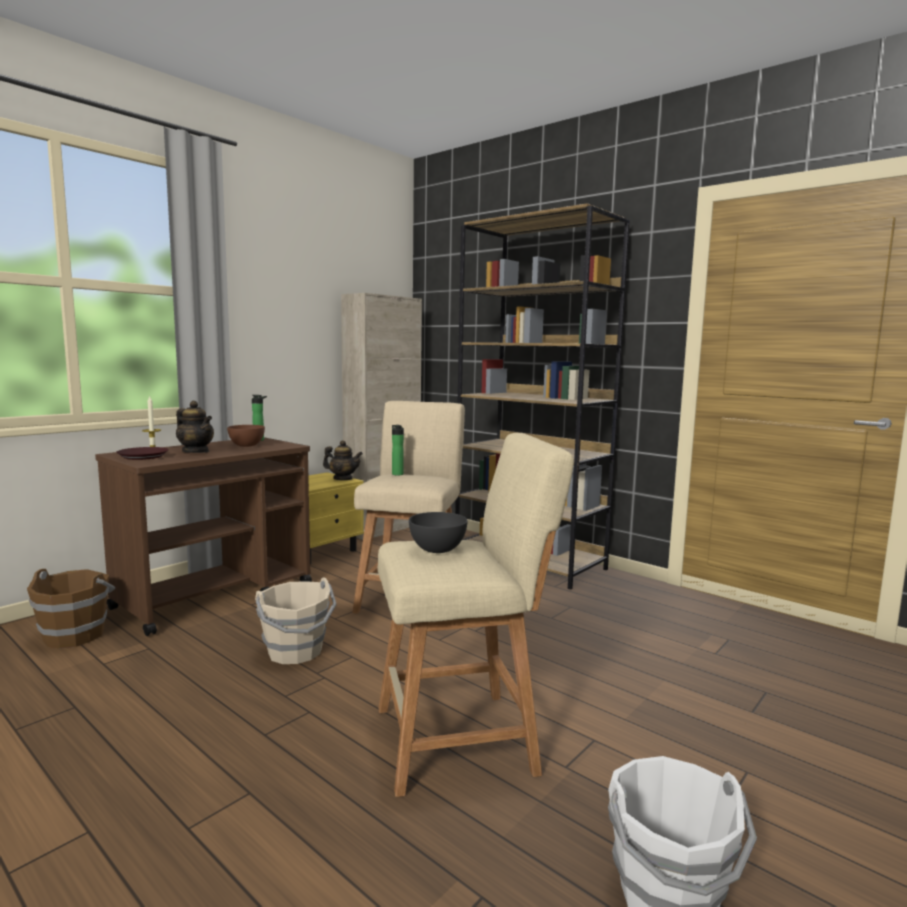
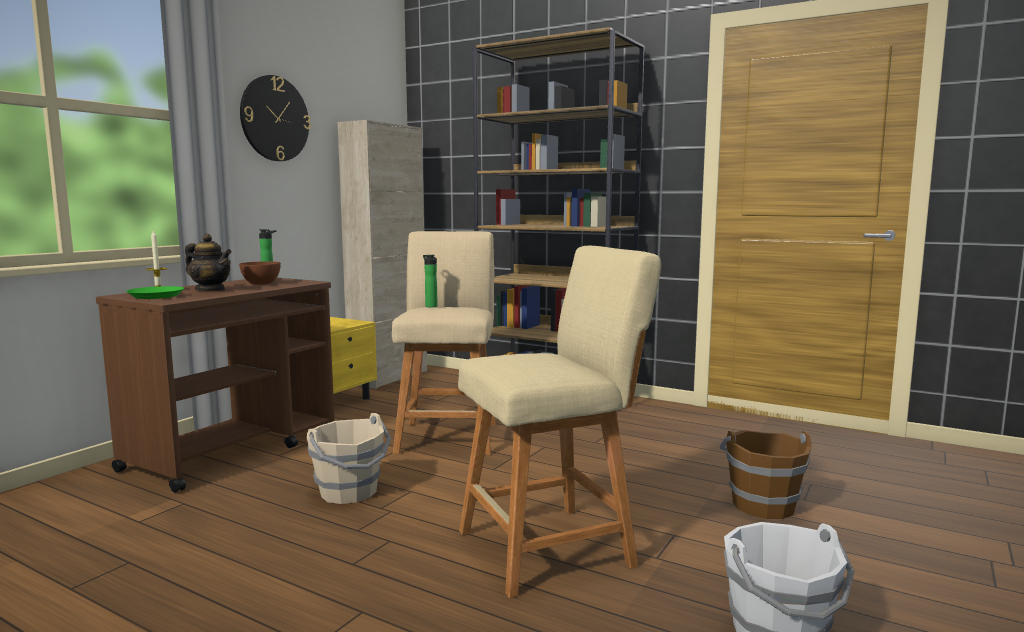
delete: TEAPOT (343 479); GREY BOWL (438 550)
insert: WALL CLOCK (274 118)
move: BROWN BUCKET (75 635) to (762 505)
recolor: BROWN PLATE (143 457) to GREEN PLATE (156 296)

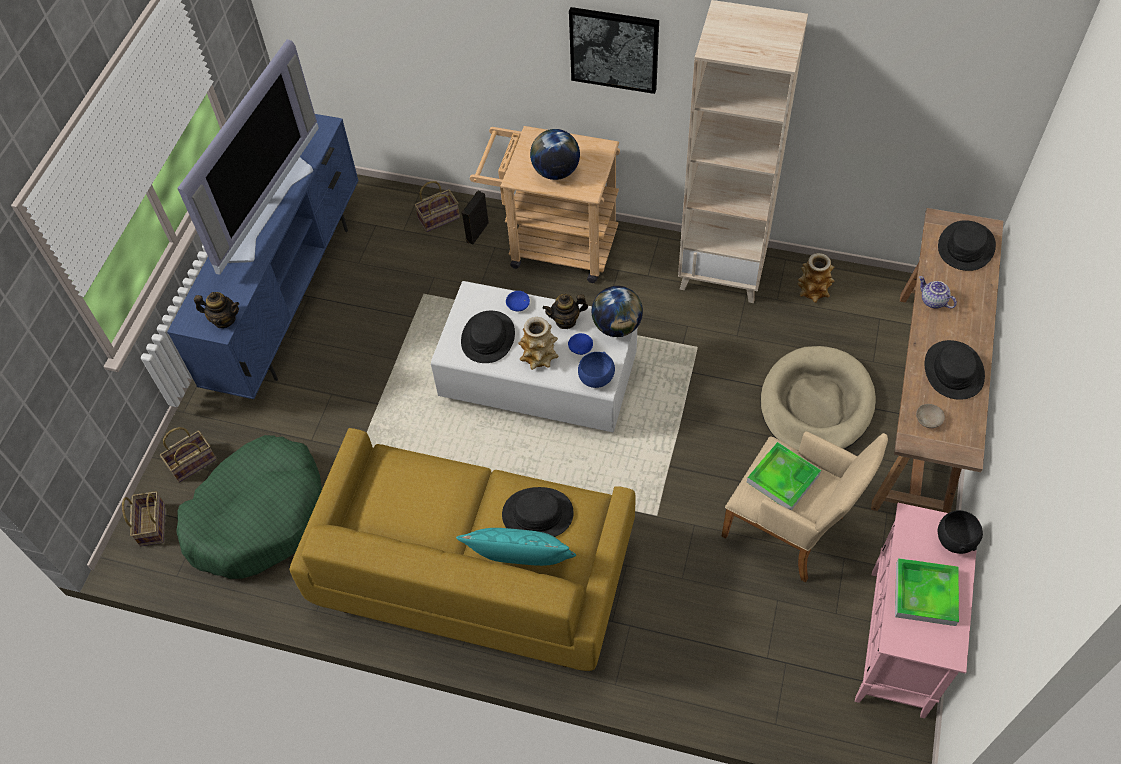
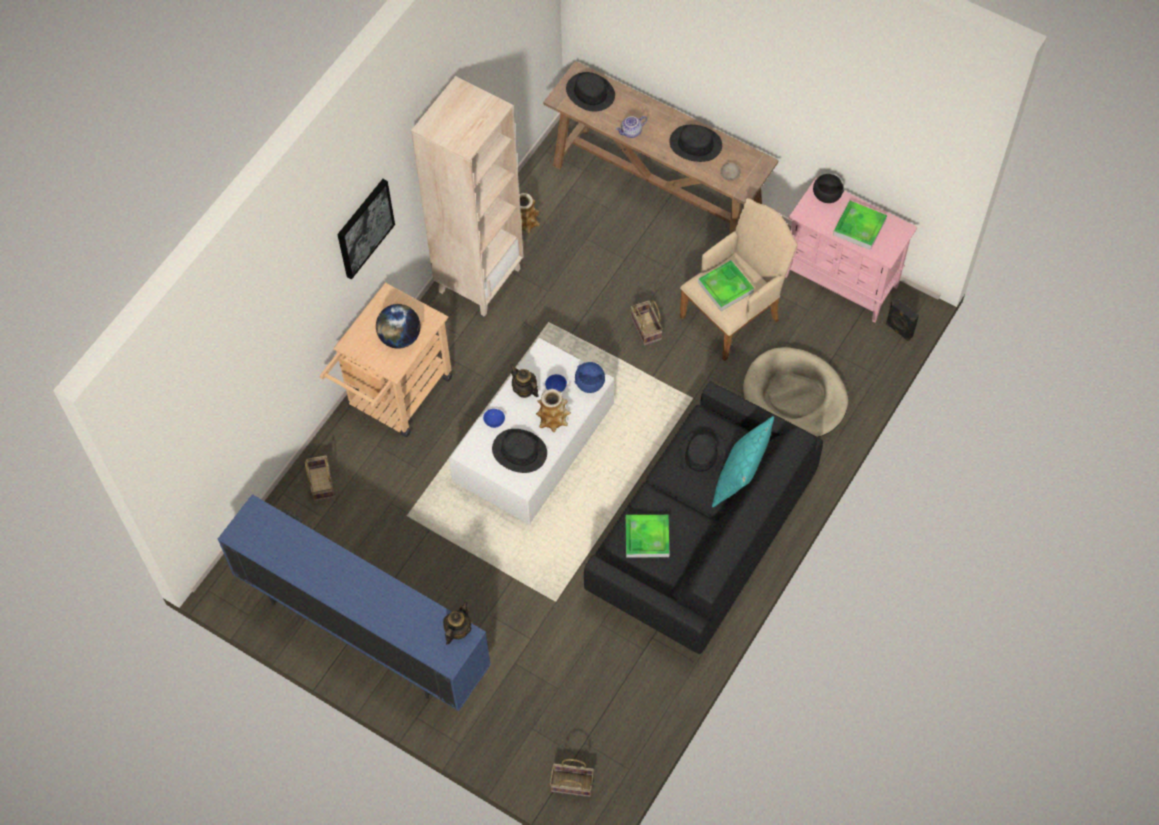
delete: GREEN DOG BED (258 516); TELEVISION (263 208); GLOBE (617 326)
insert: TRAY (647 537)
move: BASKET (193 462) to (645 328); BLACK SPEAKER (476 232) to (898 330); BEIGE DOG BED (816 404) to (794 396)
recolor: YELLOW SOFA (474 573) to BLACK SOFA (700 539)
rotate: TEAPOT (566 320) = (524 390) 135 degrees clockwise

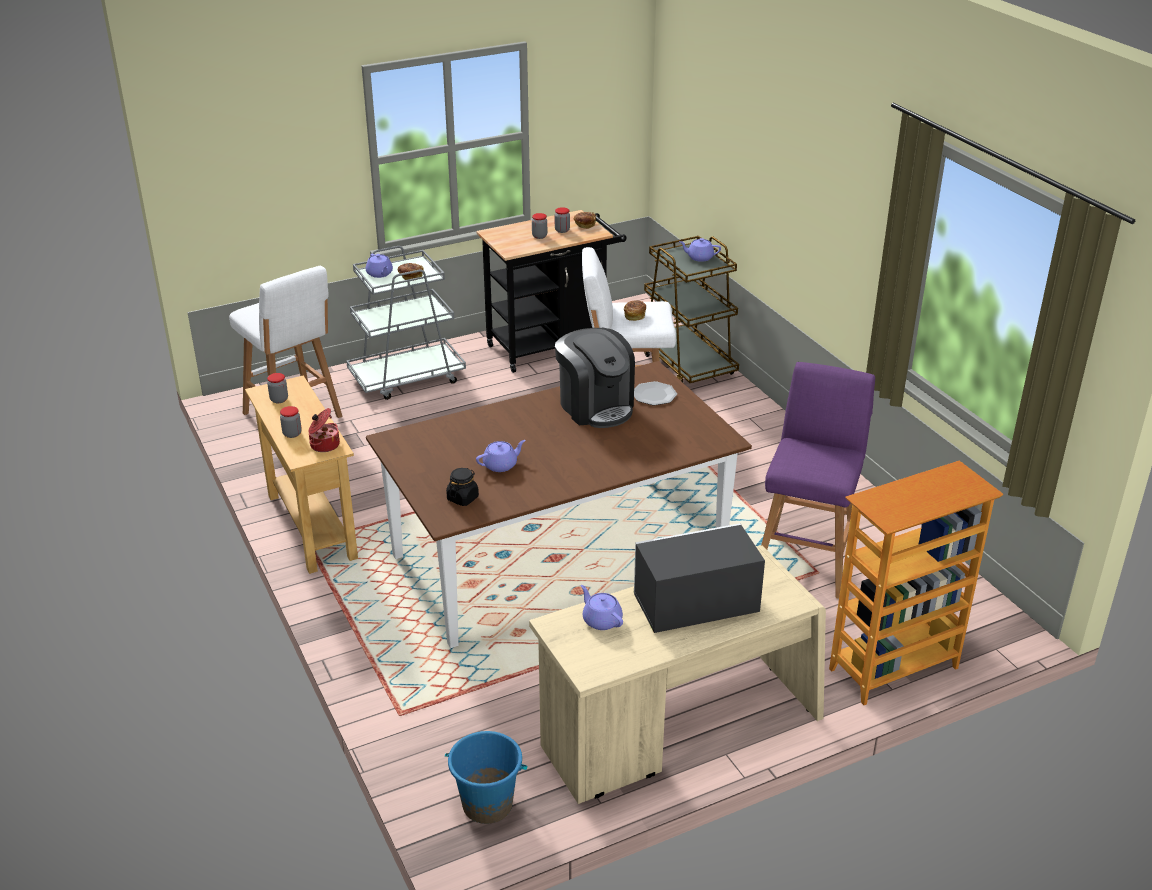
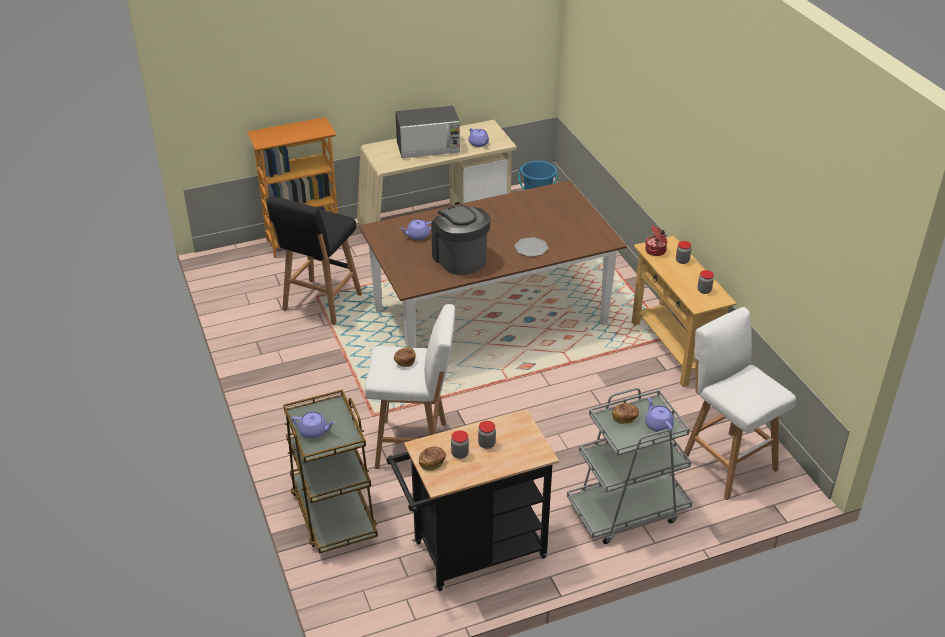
delete: BLACK JAR (463 498)
move: PURPLE TEAPOT (501 465) to (417 236); PLATE (654 395) to (531 248)
recolor: PURPLE STOOL (805 562) to BLACK STOOL (321 304)

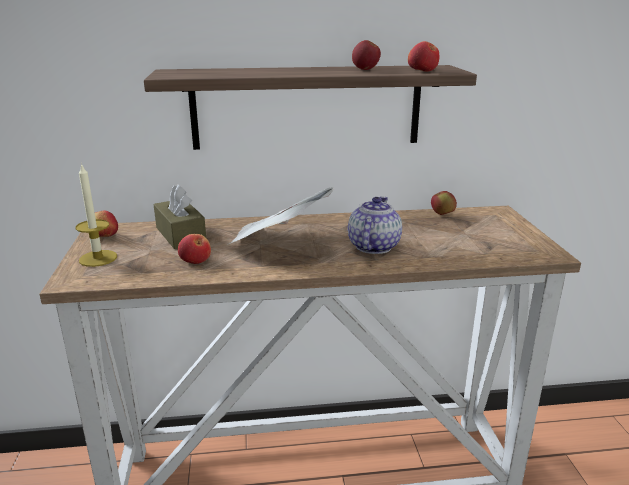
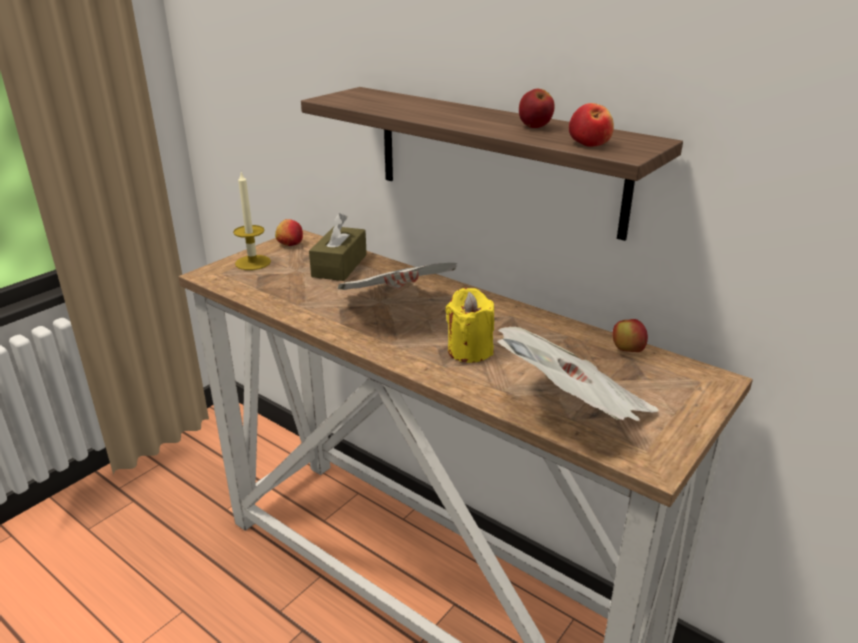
delete: APPLE (195 260)
insert: NEWSPAPER (574 410)
replace: TEAPOT (373 246) to YELLOW CANDLE (469 351)

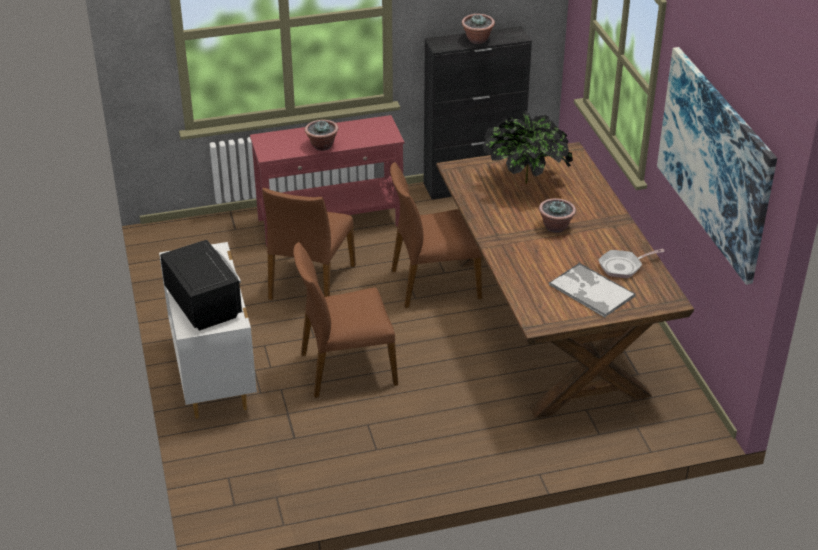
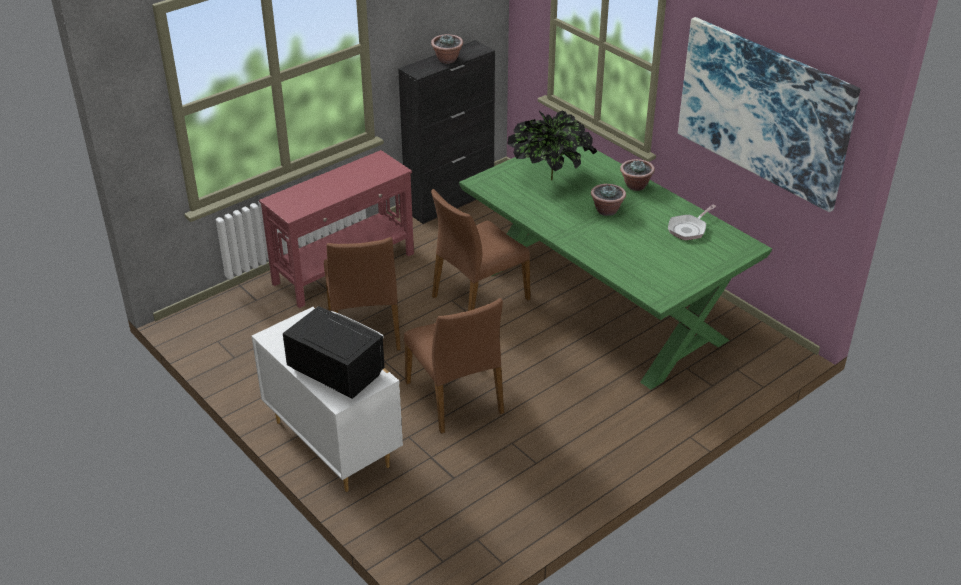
delete: TRAY (591 290)
move: POTTED PLANT (322 146) to (635 186)
recolor: BROWN DINING TABLE (549 324) to GREEN DINING TABLE (603 304)
rotate: BROWN CHAIR (347 368) = (456 397) 75 degrees counterclockwise

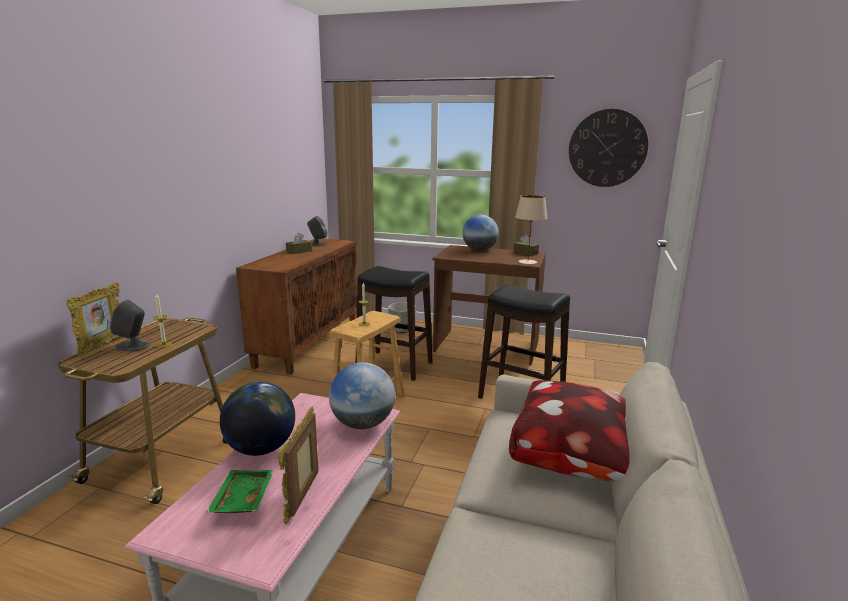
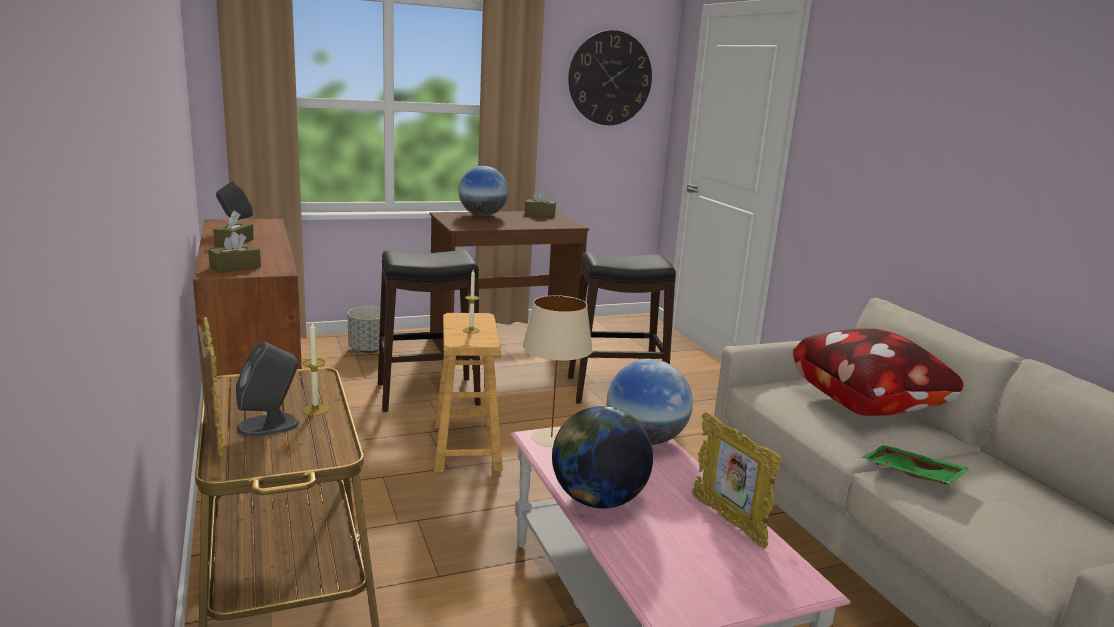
insert: BROWN TISSUE BOX (235 267)
move: GREEN TRAY (242 499) to (911 475); BEIGE TABLE LAMP (527 262) to (551 438)

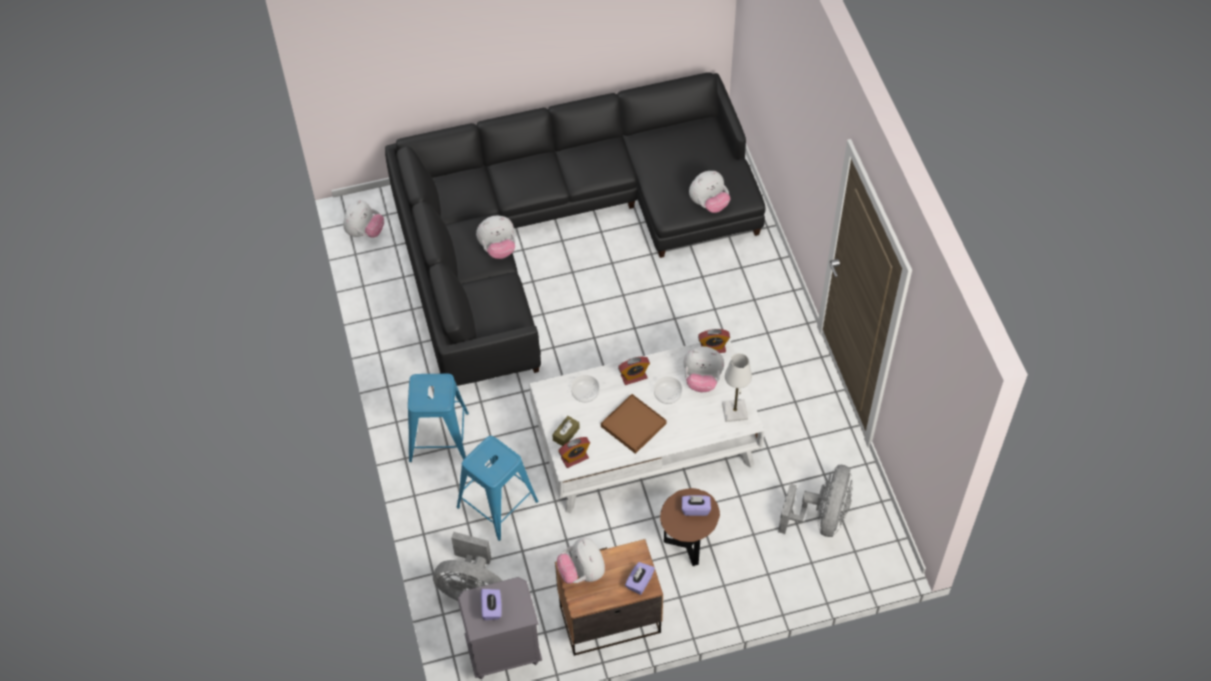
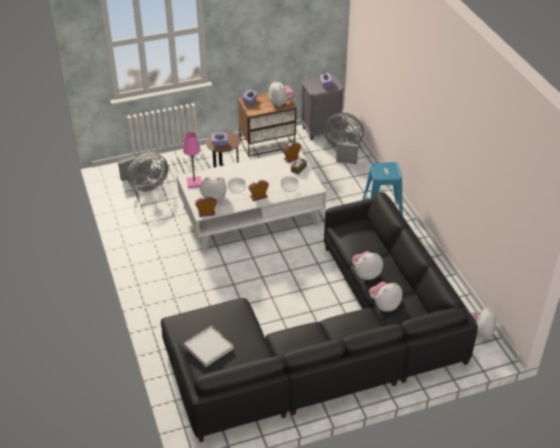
delete: BLUE STOOL (497 504); BROWN TRAY (633 425)
insert: WHITE TRAY (208 347)
move: PLUSH TOY (709 204) to (384 305)
recolor: WHITE TABLE LAMP (735 411) to PINK TABLE LAMP (194 183)
rotate: GREY FAN (821 517) = (146 186) 135 degrees counterclockwise

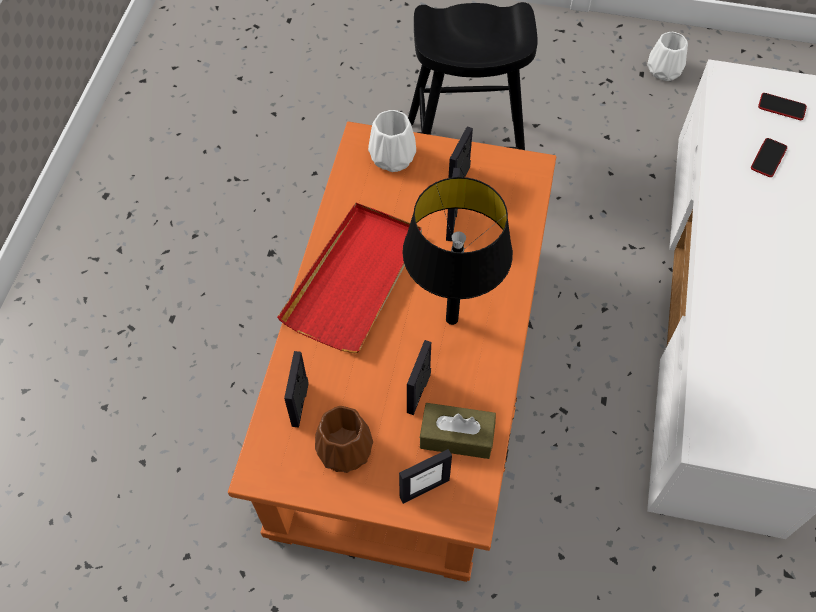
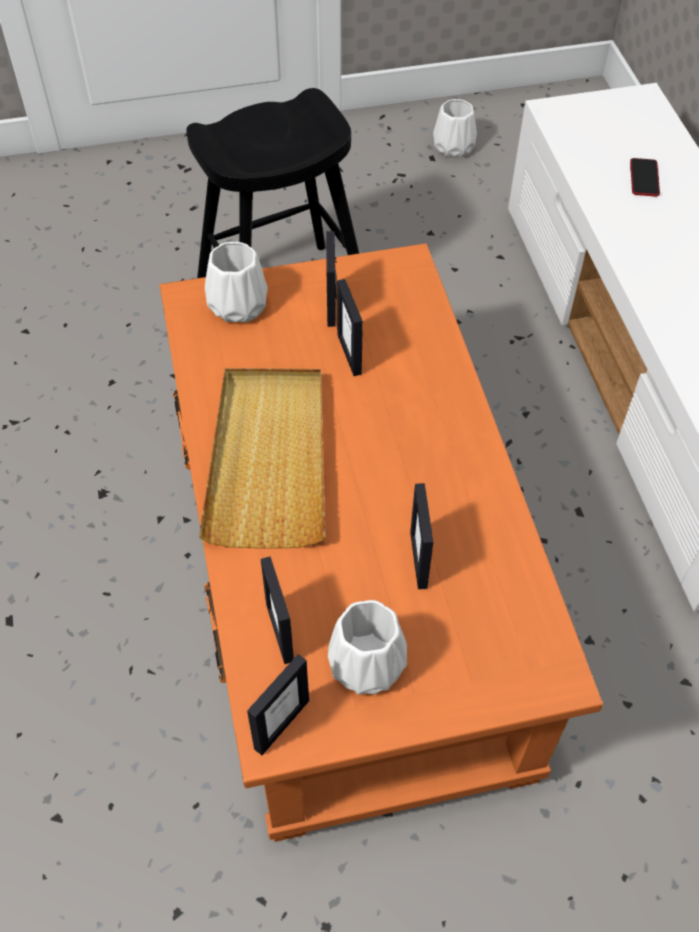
delete: BLACK TABLE LAMP (452 319); BROWN TISSUE BOX (456 436); PHONE (781 107)
move: PICTURE FRAME (424 488) to (281 724)
recolor: RED TRAY (355 279) to BEIGE TRAY (269 458); BROWN VASE (346 449) to WHITE VASE (368 663)

